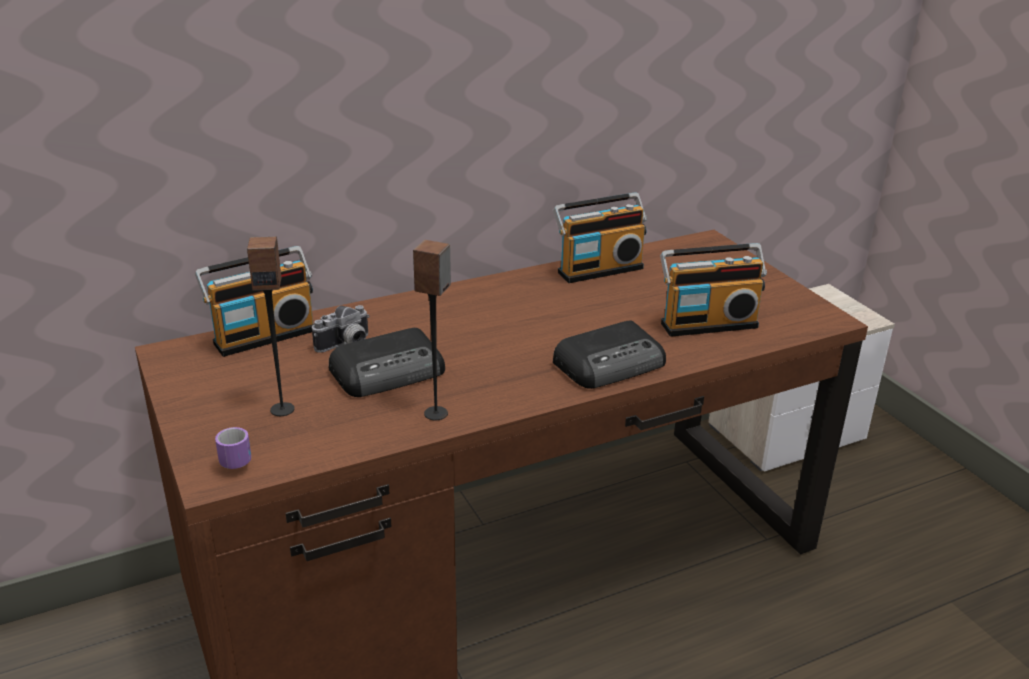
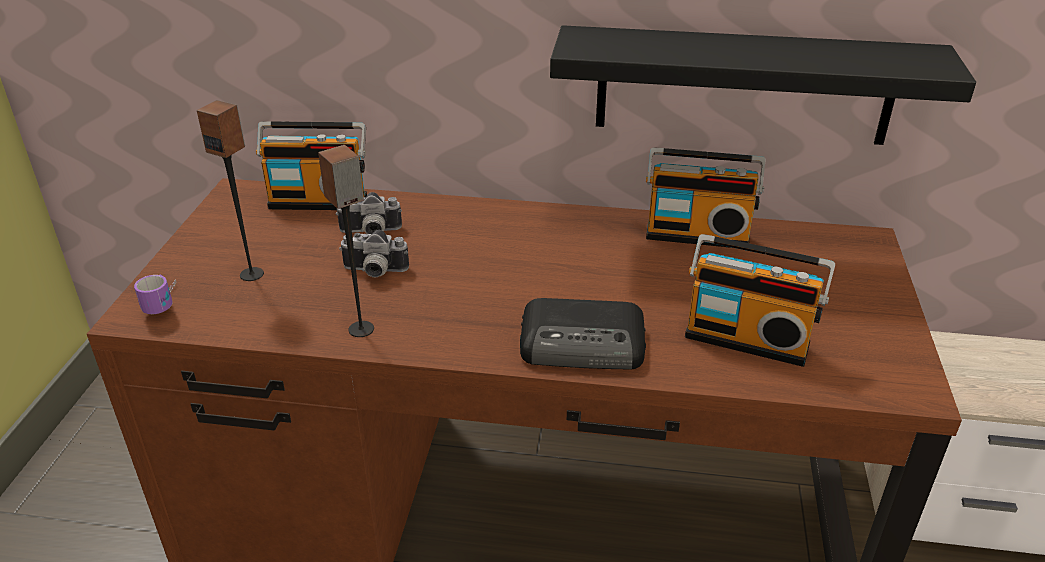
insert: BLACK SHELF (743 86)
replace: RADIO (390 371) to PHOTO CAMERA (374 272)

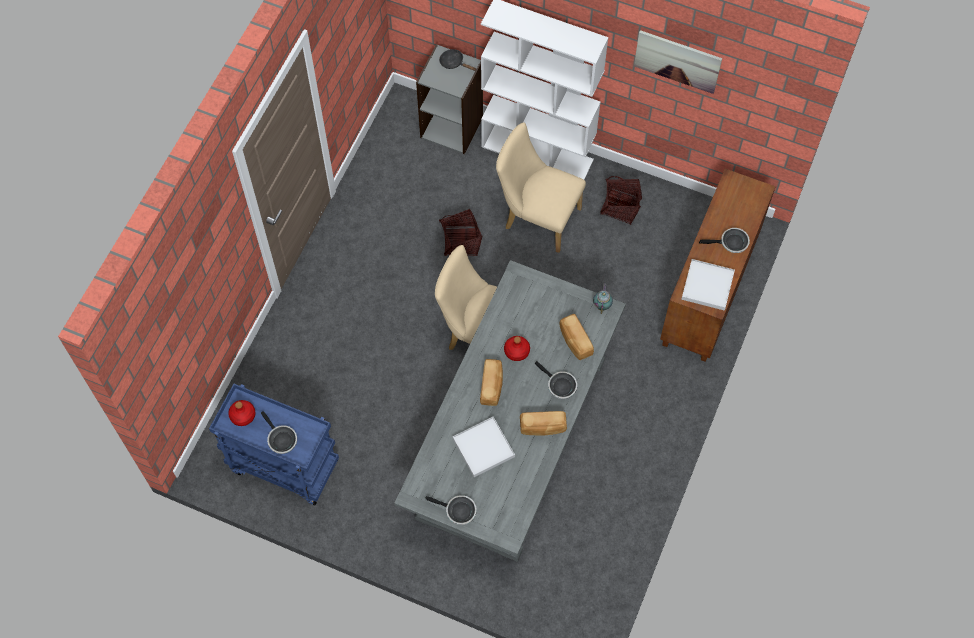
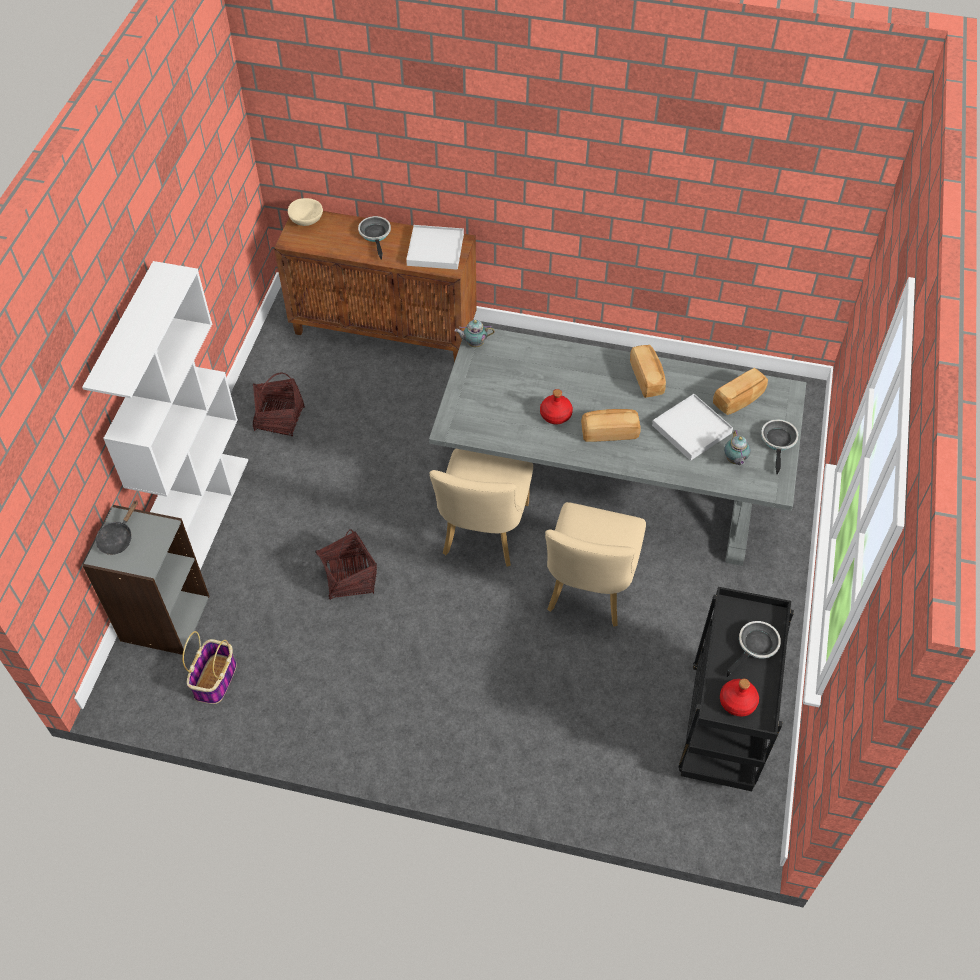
delete: FRYING PAN (559 385); PICTURE (677 61)
insert: BASKET (215 680); BEIGE BOWL (306 221); TEAPOT (734 460)
move: BEIGE CHAIR (537 217) to (588 591); BREAD (575 341) to (739 400)
recolor: BLUE CART (282 466) to BLACK CART (723 728)

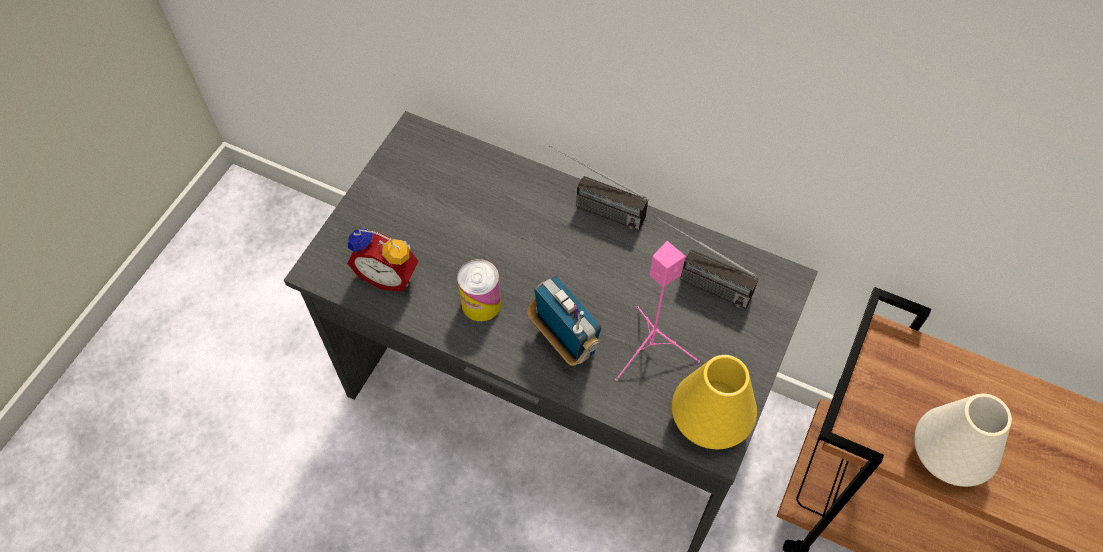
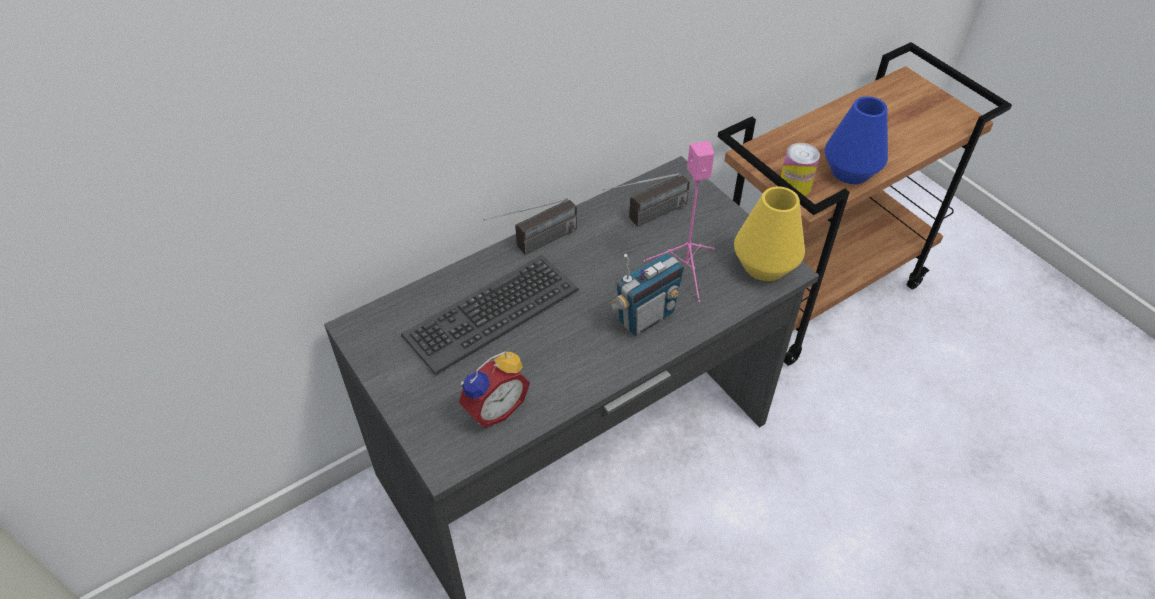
insert: KEYBOARD (491 312)
move: CAN (481 303) to (795 186)
recolor: WHITE VASE (946 456) to BLUE VASE (850 171)
rotate: RADIO (565 342) = (645 317) 150 degrees clockwise

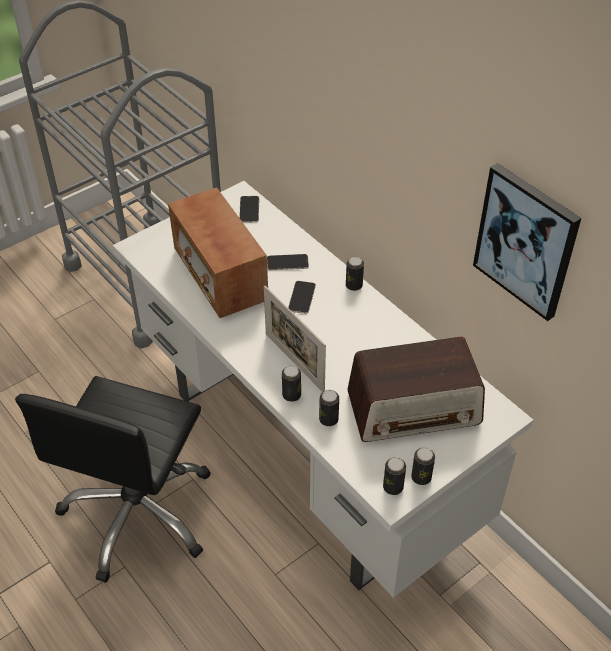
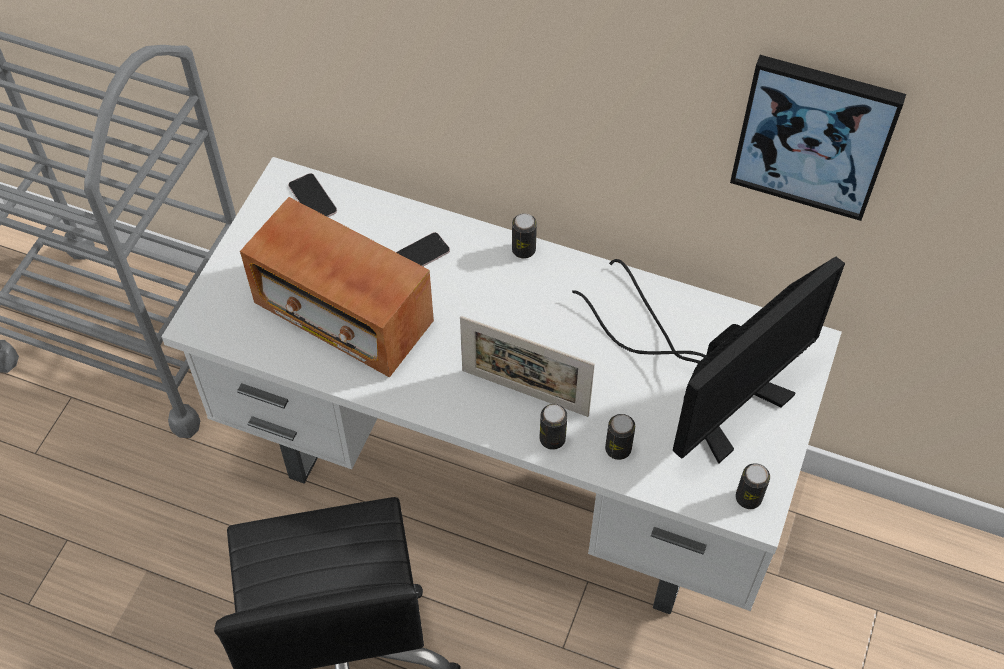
delete: PHONE (302 297); CAN (421 477)
replace: RADIO (414 408) to MONITOR (705 384)

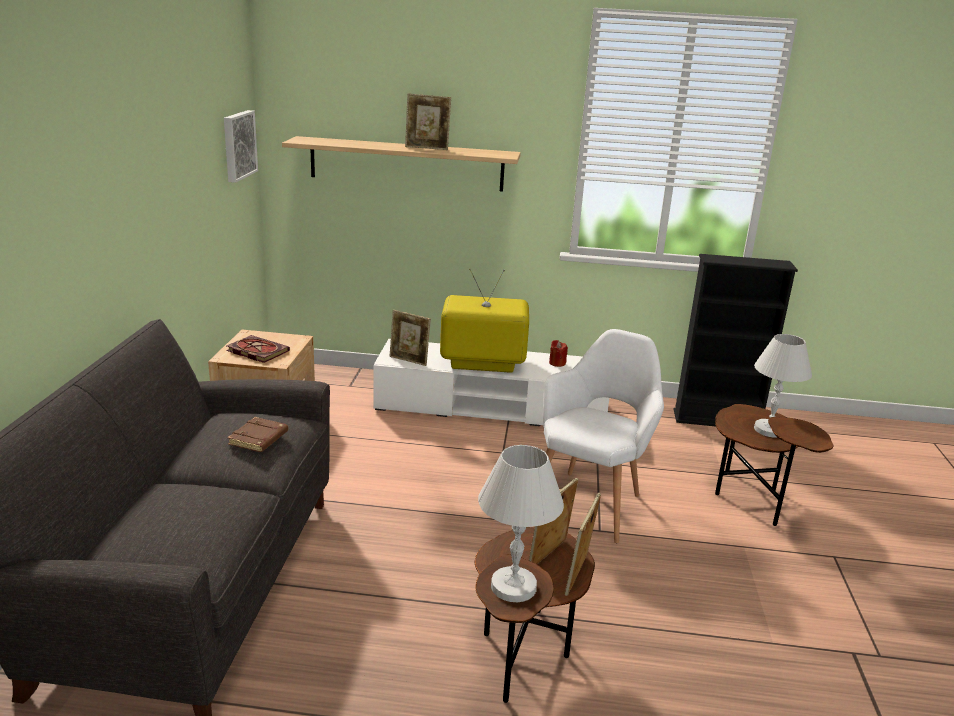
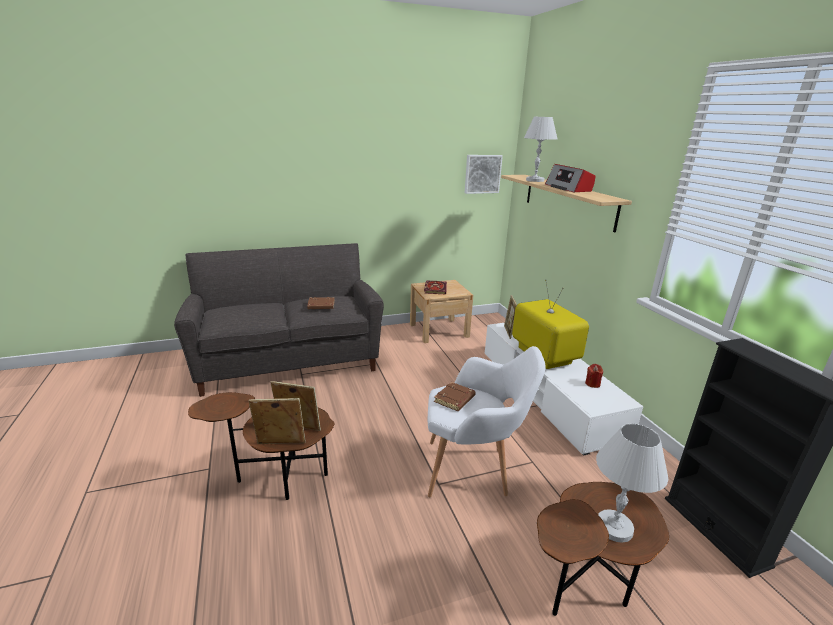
insert: BROWN BOOK (455 399)
move: WHITE TABLE LAMP (514 587) to (535 180)
replace: PICTURE FRAME (427 148) to RADIO (568 188)

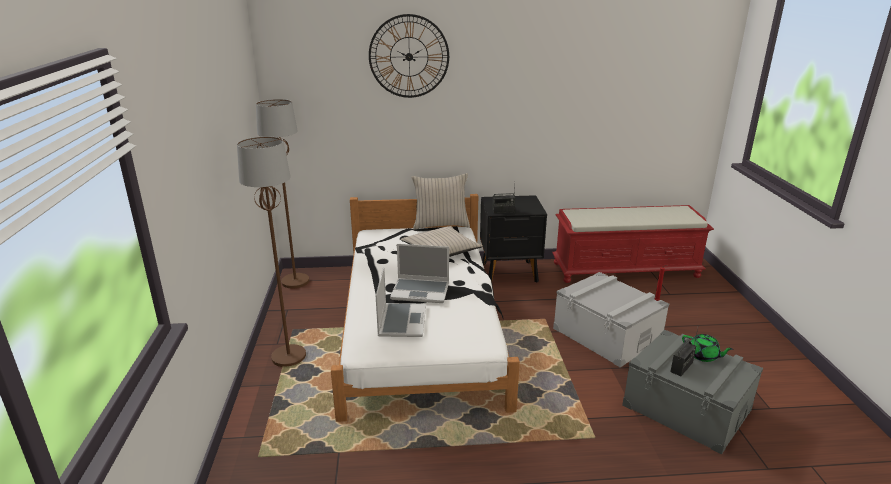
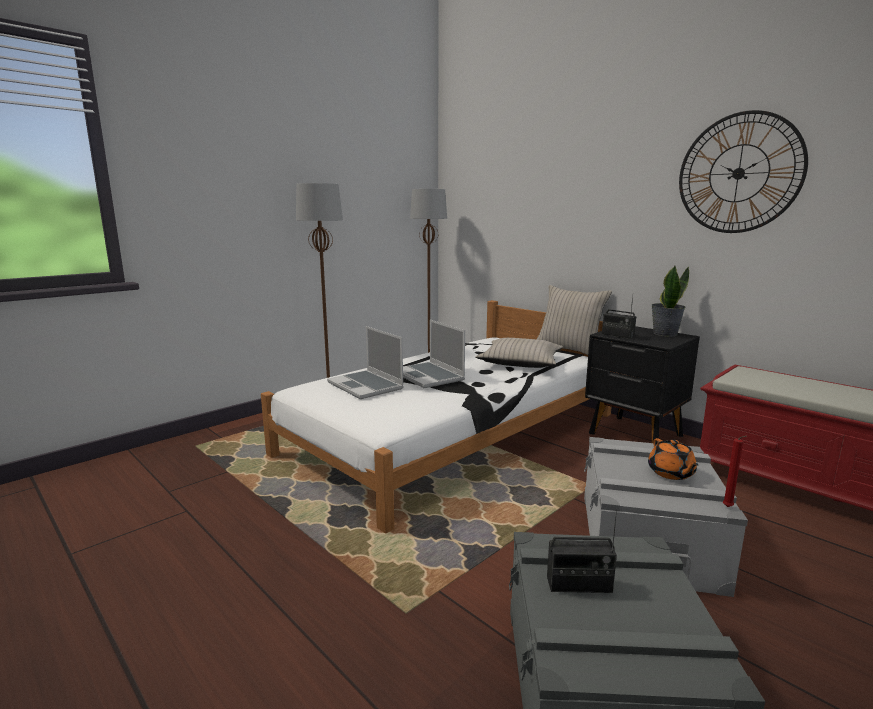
delete: GREEN TEAPOT (703 356)
insert: ORANGE TEAPOT (671 473); POTTED PLANT (664 333)
move: WALL CLOCK (409 56) to (738 173)
rotate: LAPTOP (401 321) = (366 386) 90 degrees clockwise

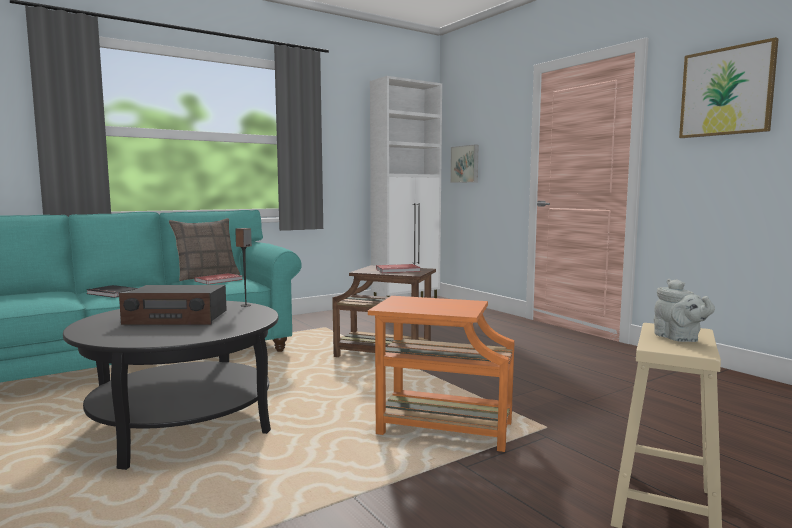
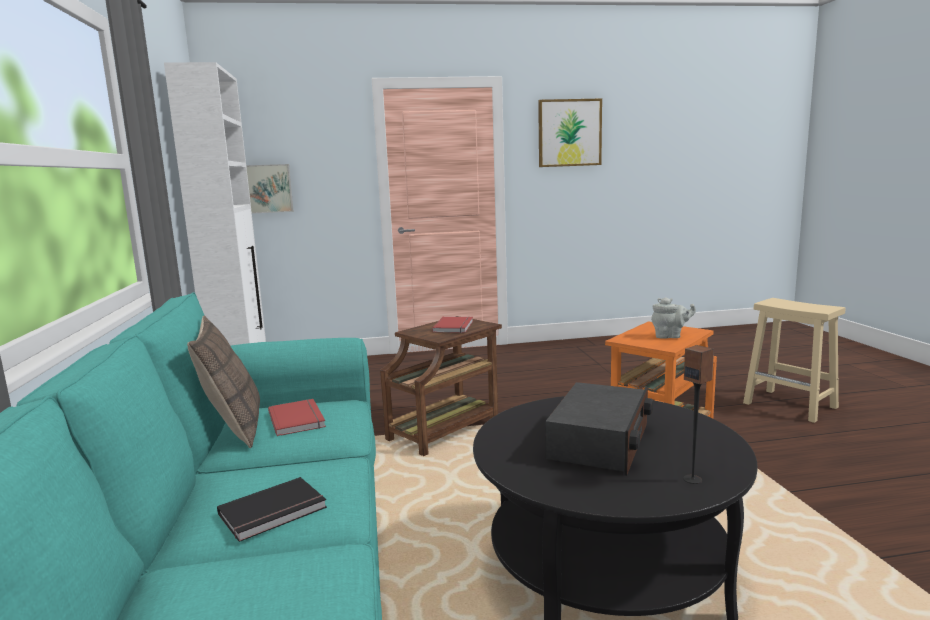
move: SPEAKER (246 305) to (693 479); GREY TEAPOT (679 339) to (670 336)

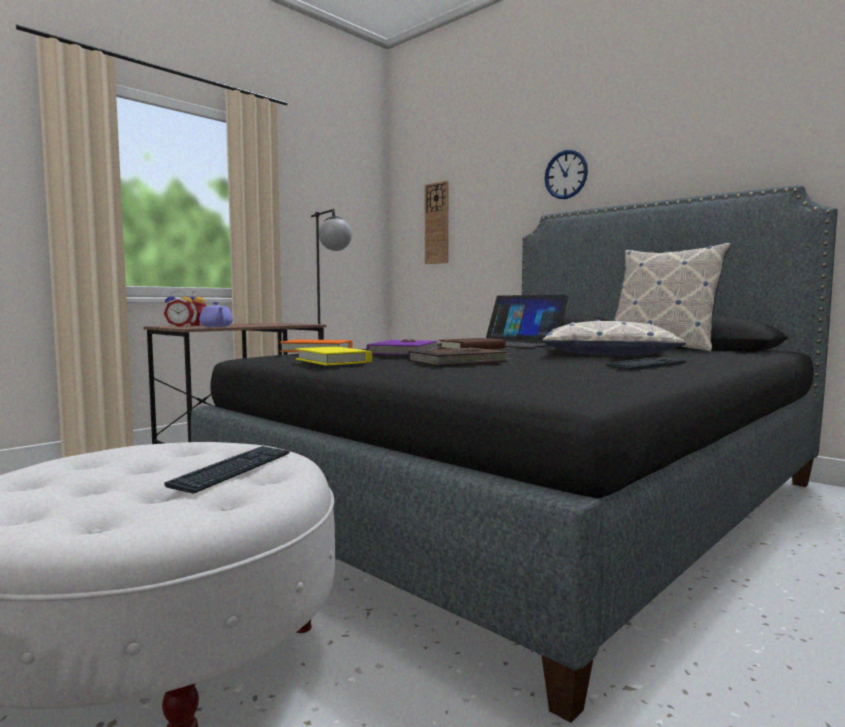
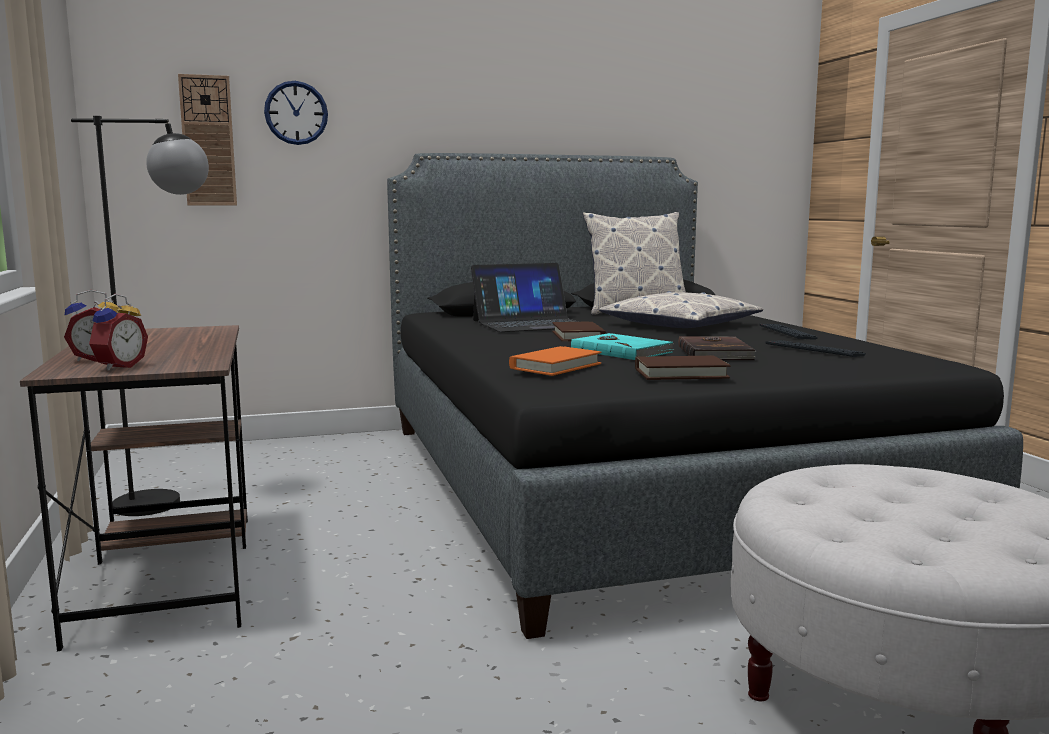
delete: PURPLE TEAPOT (216 326)
move: KEYBOARD (233 470) to (813 350); WALL CLOCK (566 174) to (296 113)
recolor: YELLOW BOOK (333 361) to BROWN BOOK (680 373); PURPLE BOOK (405 351) to TURQUOISE BOOK (621 351)

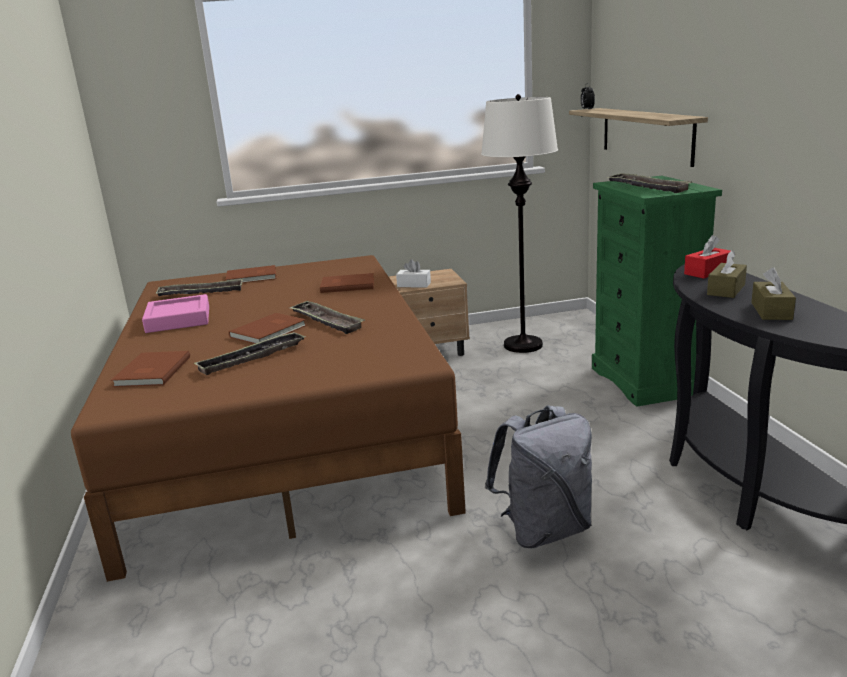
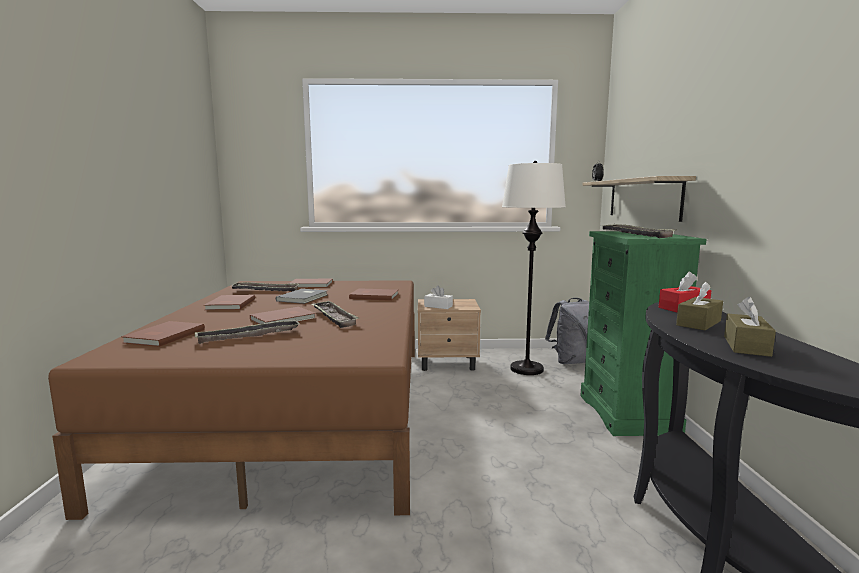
insert: GREY BOOK (304 298)
move: GREY BACKPACK (544 530) to (572 361)
replace: PINK TRAY (178 319) to BROWN BOOK (229 304)

